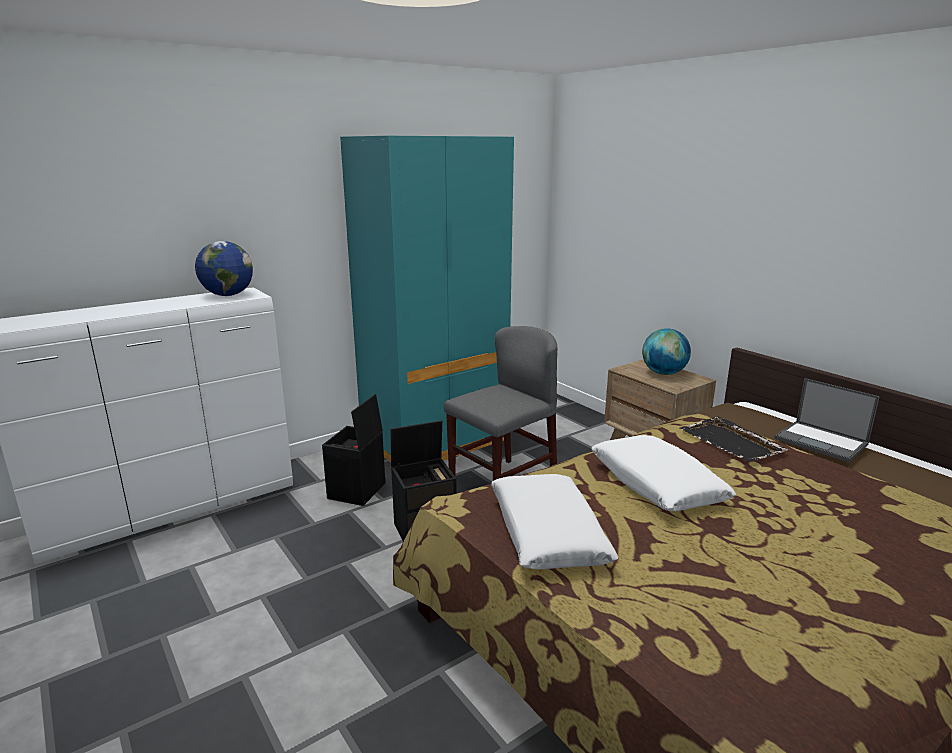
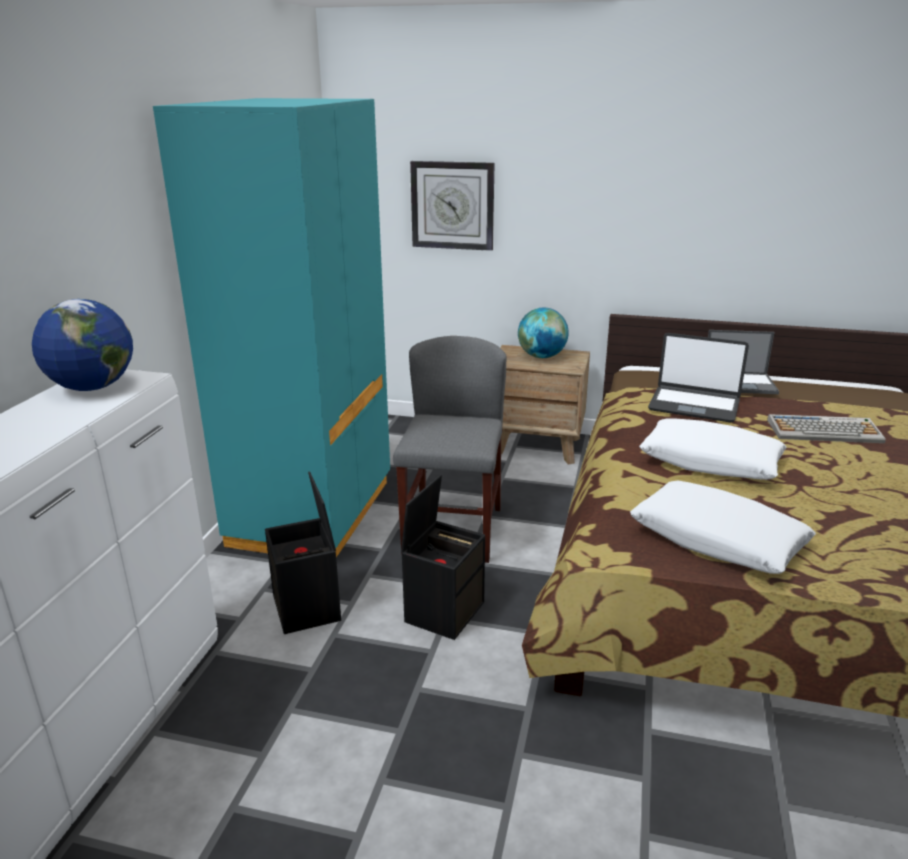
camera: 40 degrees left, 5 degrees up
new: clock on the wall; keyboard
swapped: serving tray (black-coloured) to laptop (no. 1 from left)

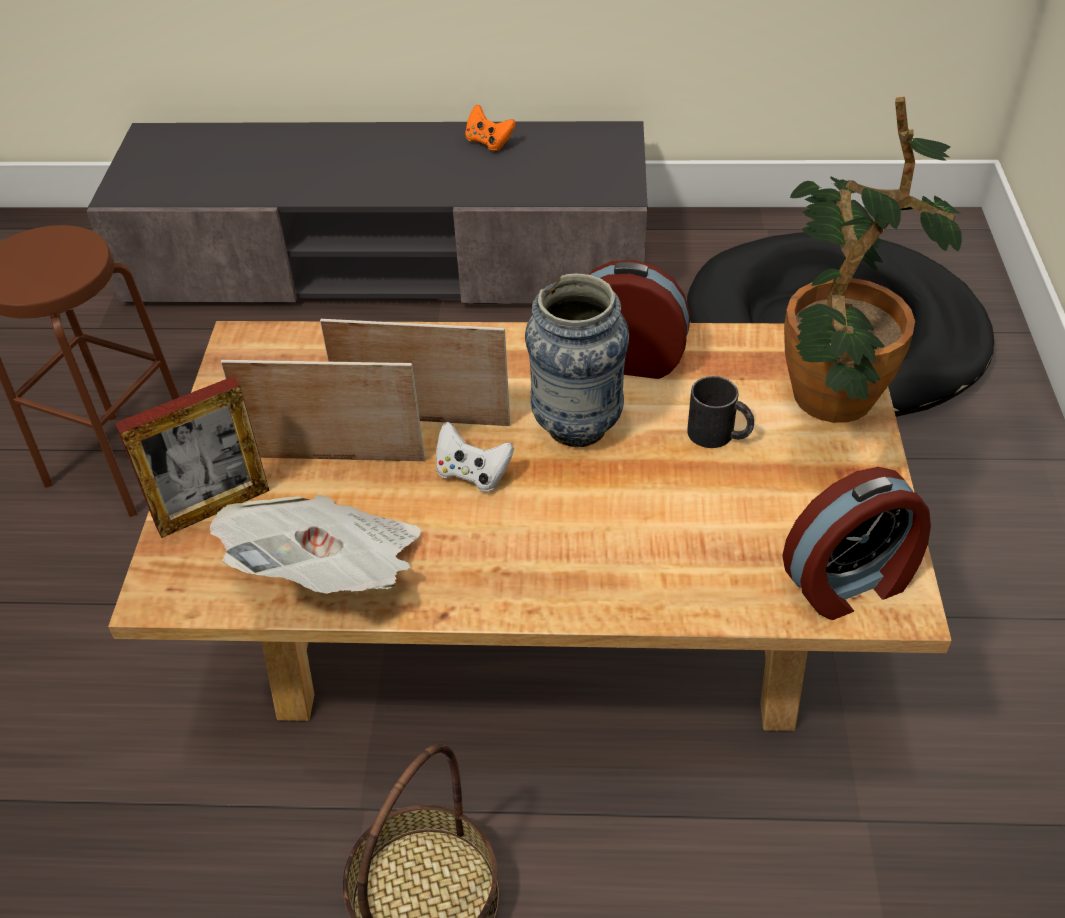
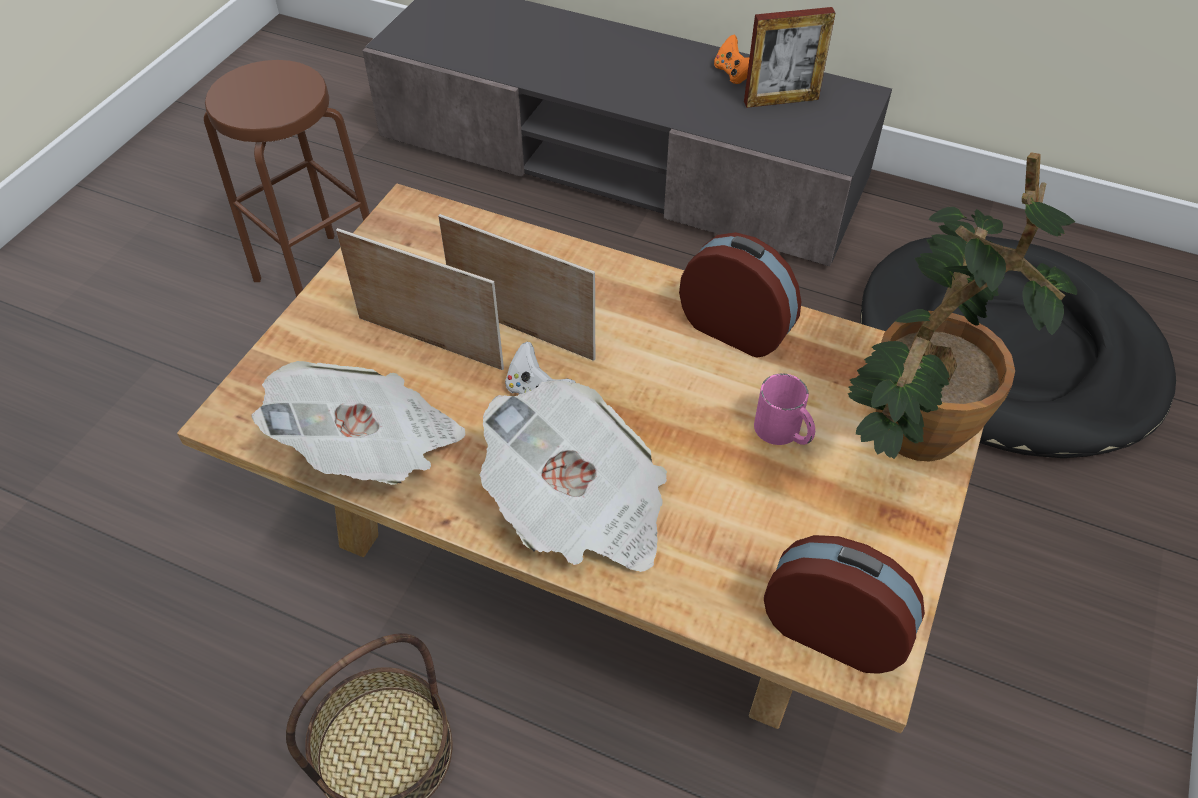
camera: 20 degrees right, 5 degrees up
gone: vase
new: printed paper (no. 2 from left)
shifted: standing frame (no. 1 from left in the first image) to standing frame (no. 3 from left)
repainted: tea mug (black-coloured) to tea mug (pinkish)
rotated: table clock (no. 2 from left) 150 degrees counterclockwise

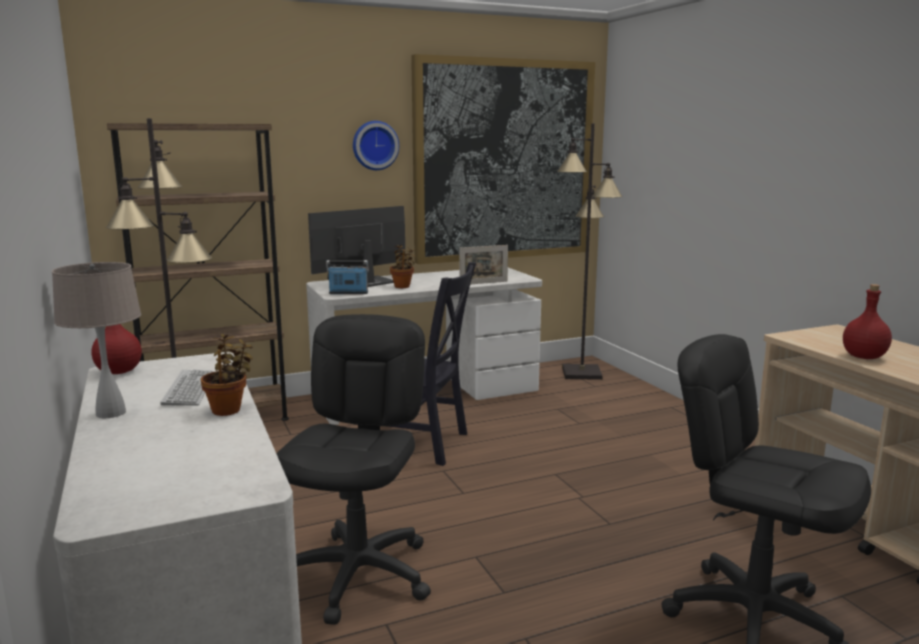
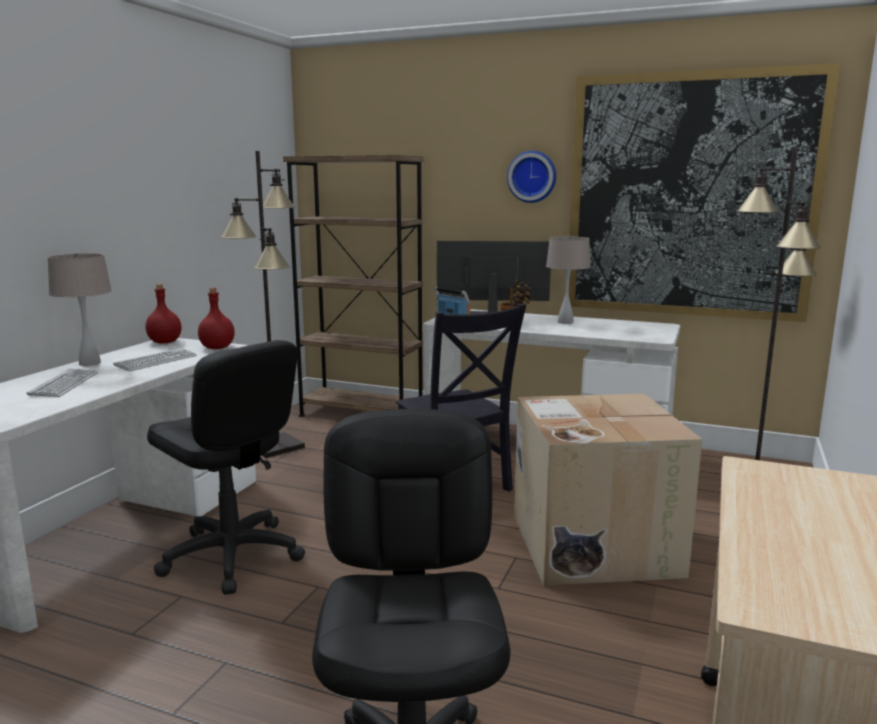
camera: 45 degrees right, 0 degrees up
gone: standing frame; plant in a pot (no. 1 from left)
new: tabletop lamp (beige) (no. 2 from left); keyboard (no. 1 from left); carton
shifted: beverage bottle (reddish) (no. 2 from left)
rotated: computer chair (black-coloured) (no. 1 from left) 75 degrees clockwise

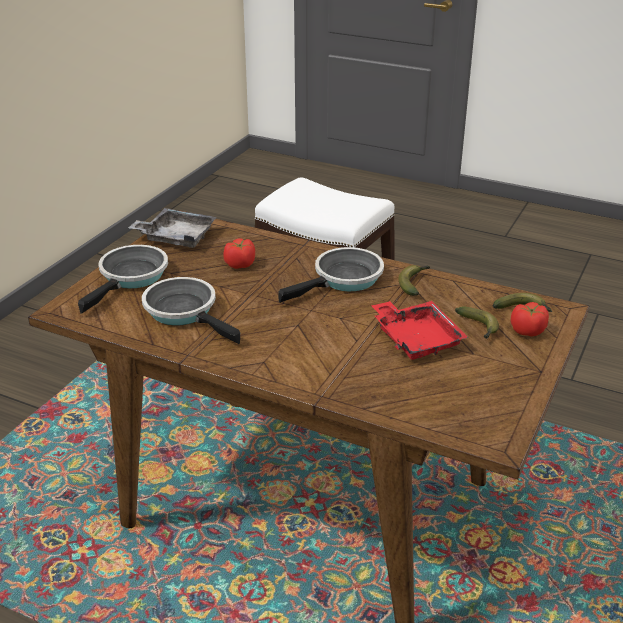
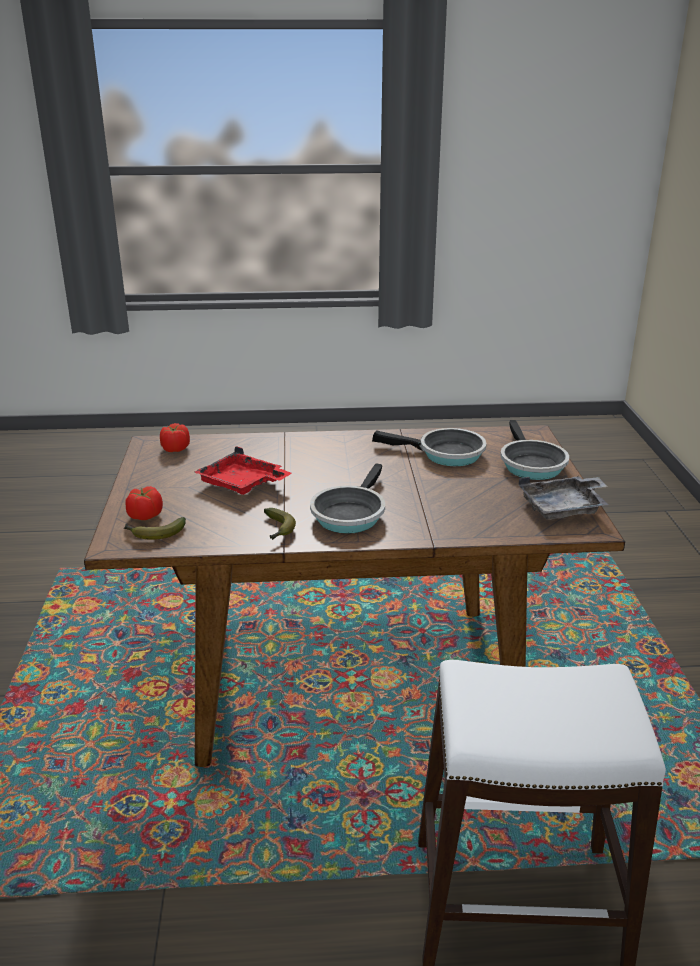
camera: 150 degrees right, 5 degrees down
gone: banana (no. 2 from left)
shifted: fresh tomato (no. 1 from left in the first image) to fresh tomato (no. 2 from left)

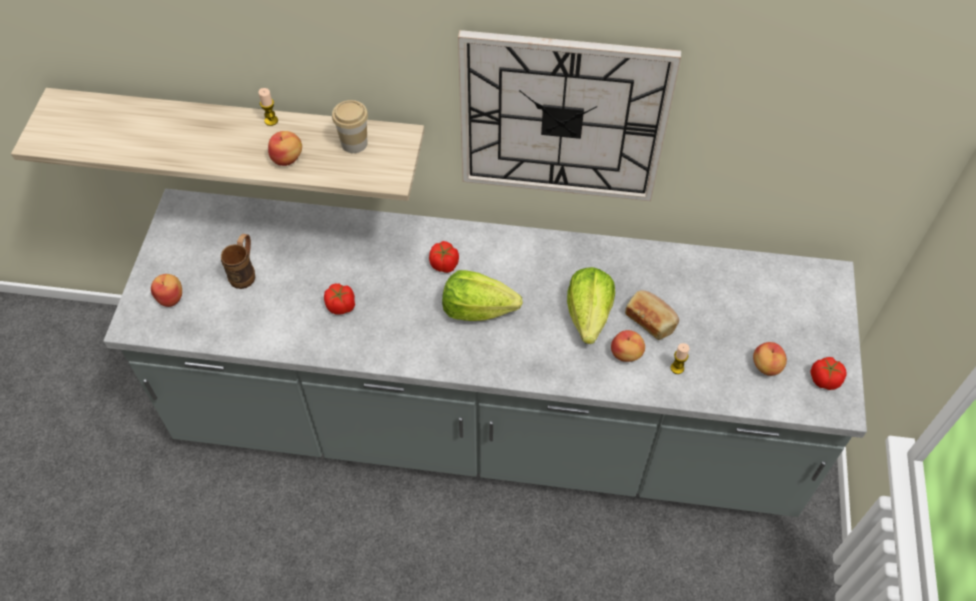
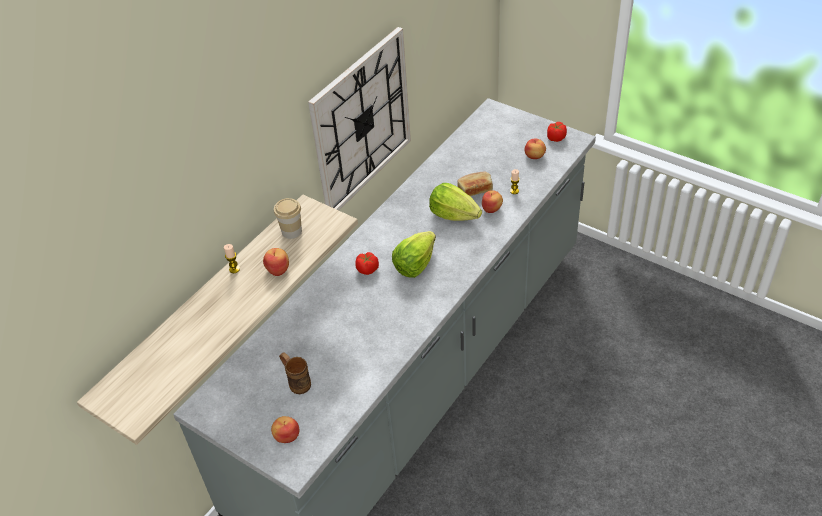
camera: 60 degrees left, 10 degrees down
gone: fresh tomato (no. 1 from left)

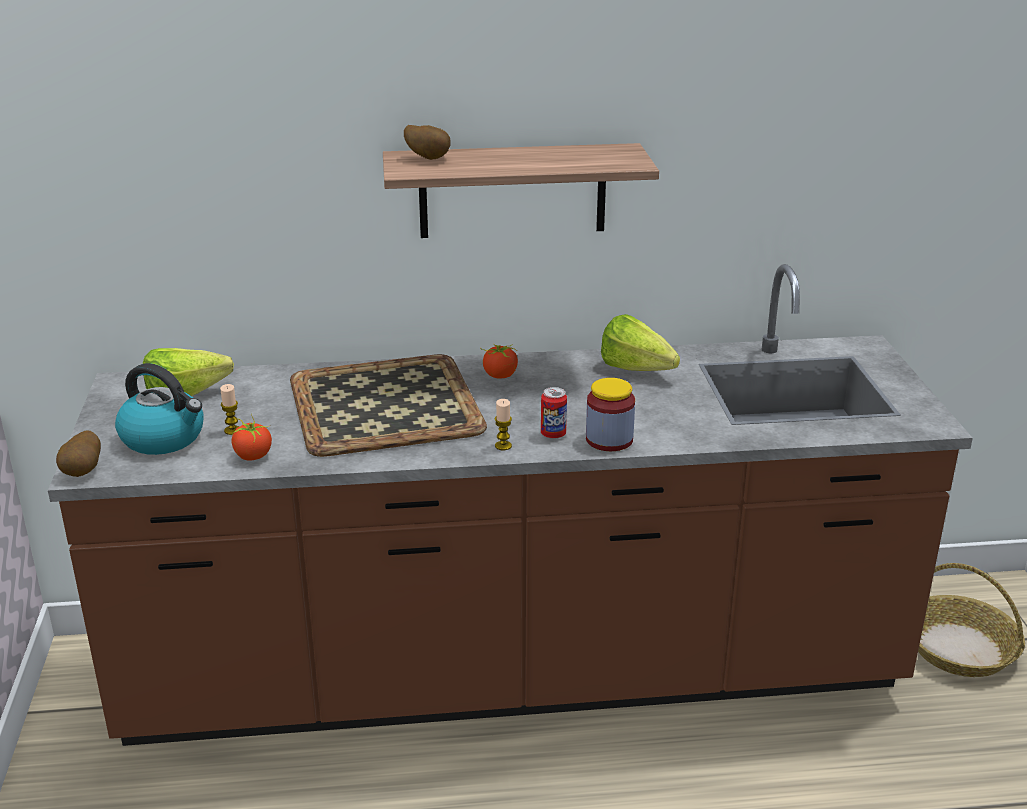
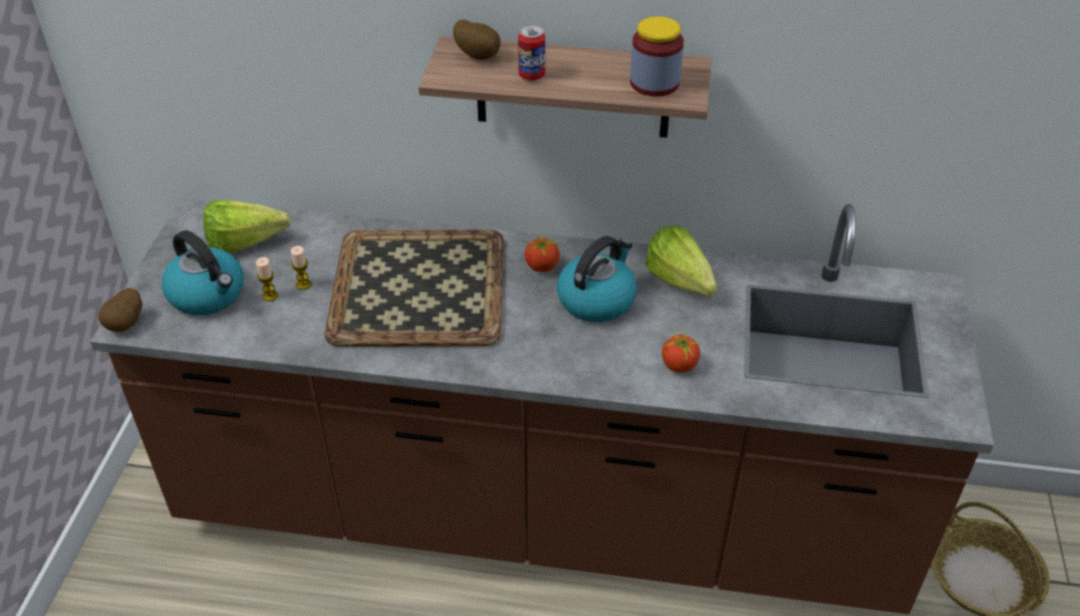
camera: 15 degrees right, 15 degrees up
new: kettle (no. 2 from left)
shifted: jar; metal can; wax light (no. 2 from left); fresh tomato (no. 1 from left in the first image) to fresh tomato (no. 2 from left)

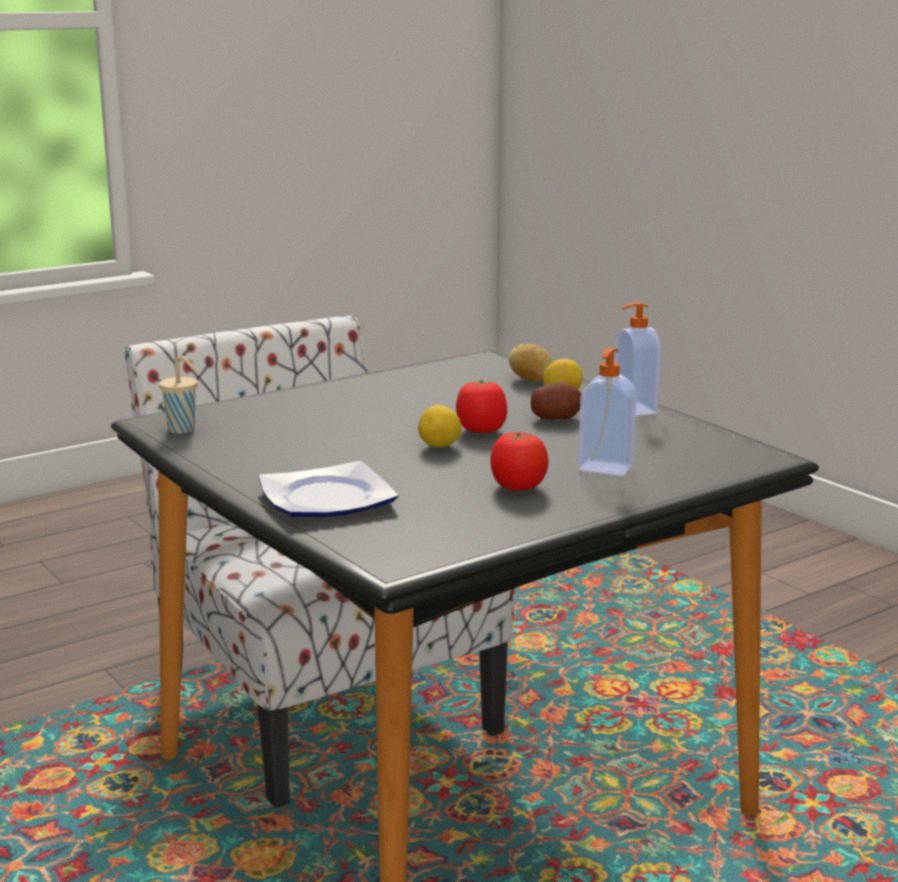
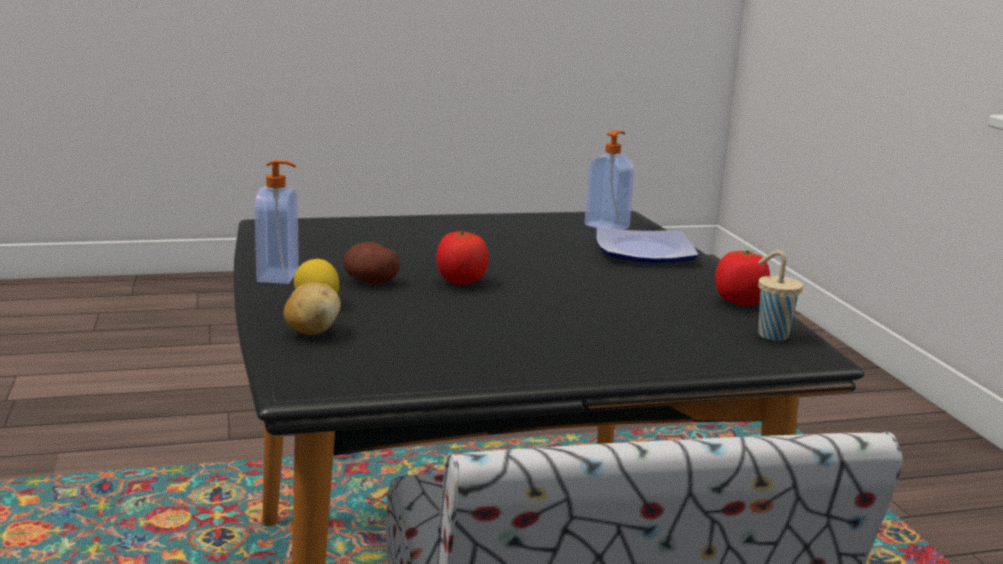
camera: 160 degrees left, 0 degrees up
gone: lemon (no. 1 from left)
shifted: soap bottle (no. 1 from left in the first image) to soap bottle (no. 2 from left); fresh tomato (no. 2 from left)

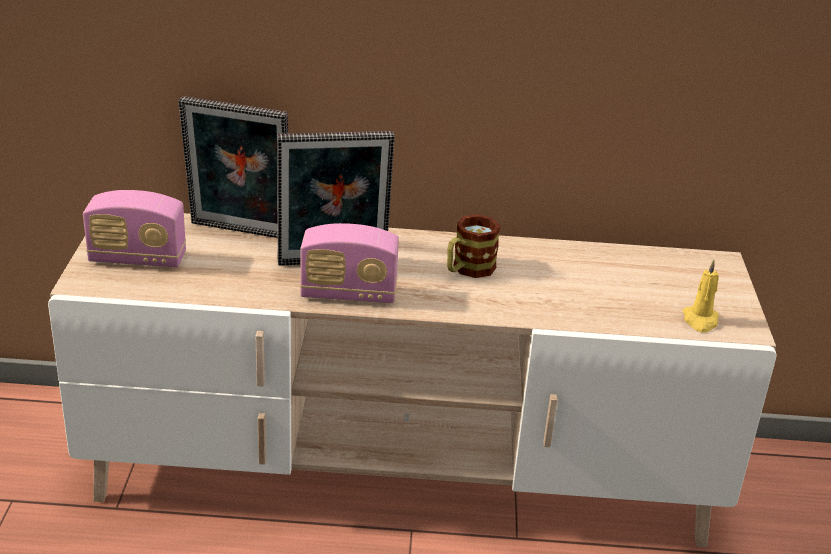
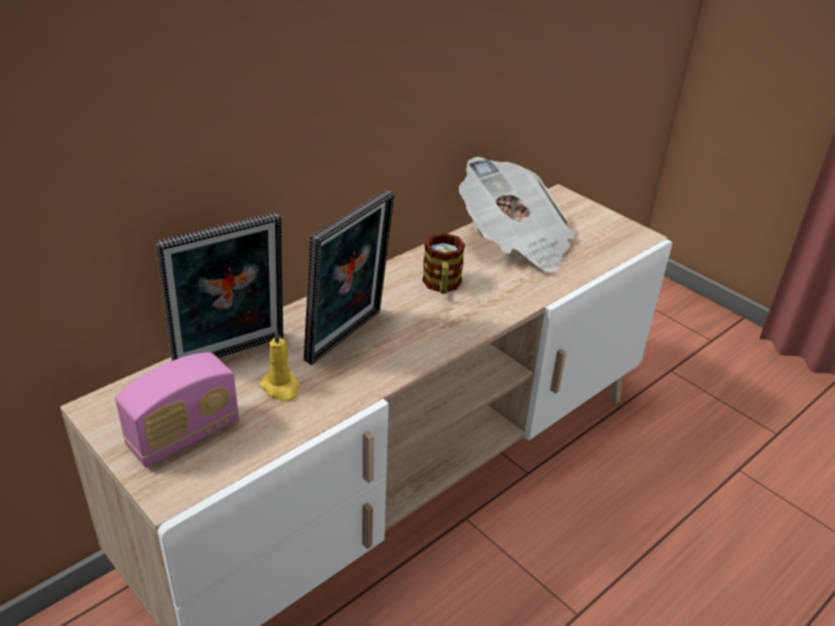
camera: 45 degrees left, 5 degrees up
gone: radio receiver (no. 2 from left)
new: printed paper
shifted: wax light (yellow-coloured)

